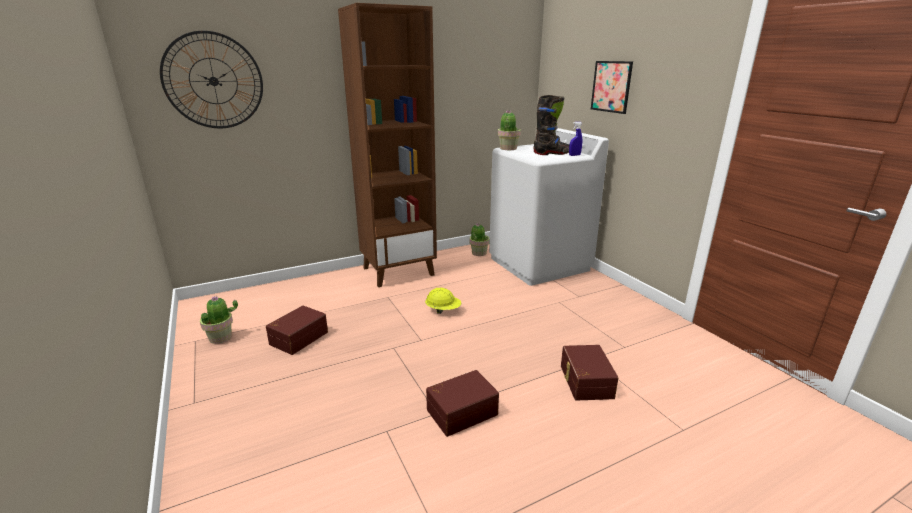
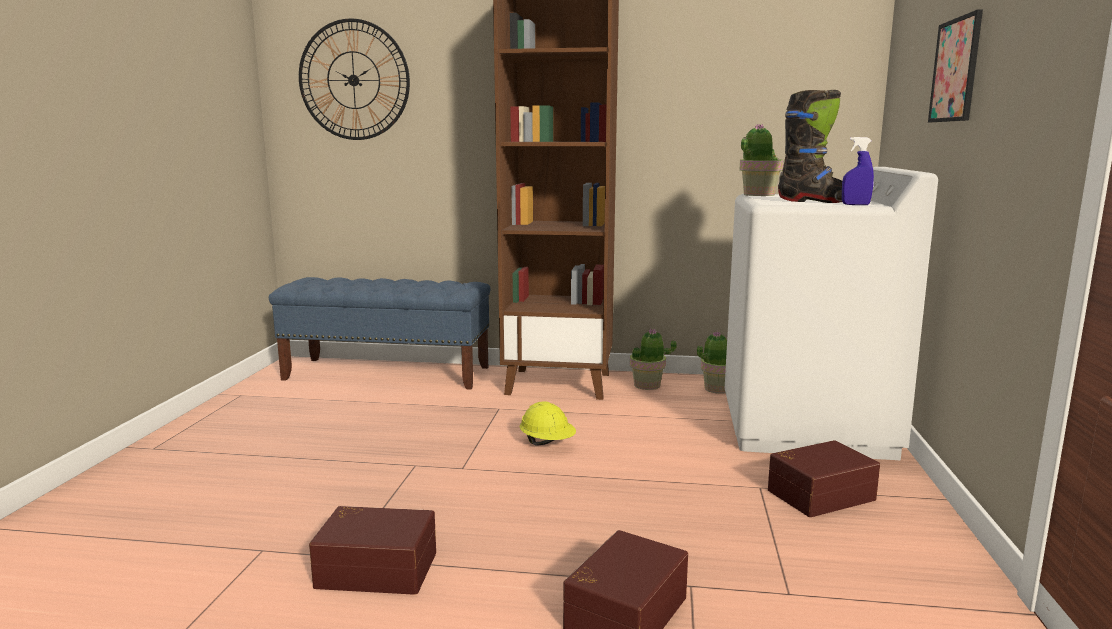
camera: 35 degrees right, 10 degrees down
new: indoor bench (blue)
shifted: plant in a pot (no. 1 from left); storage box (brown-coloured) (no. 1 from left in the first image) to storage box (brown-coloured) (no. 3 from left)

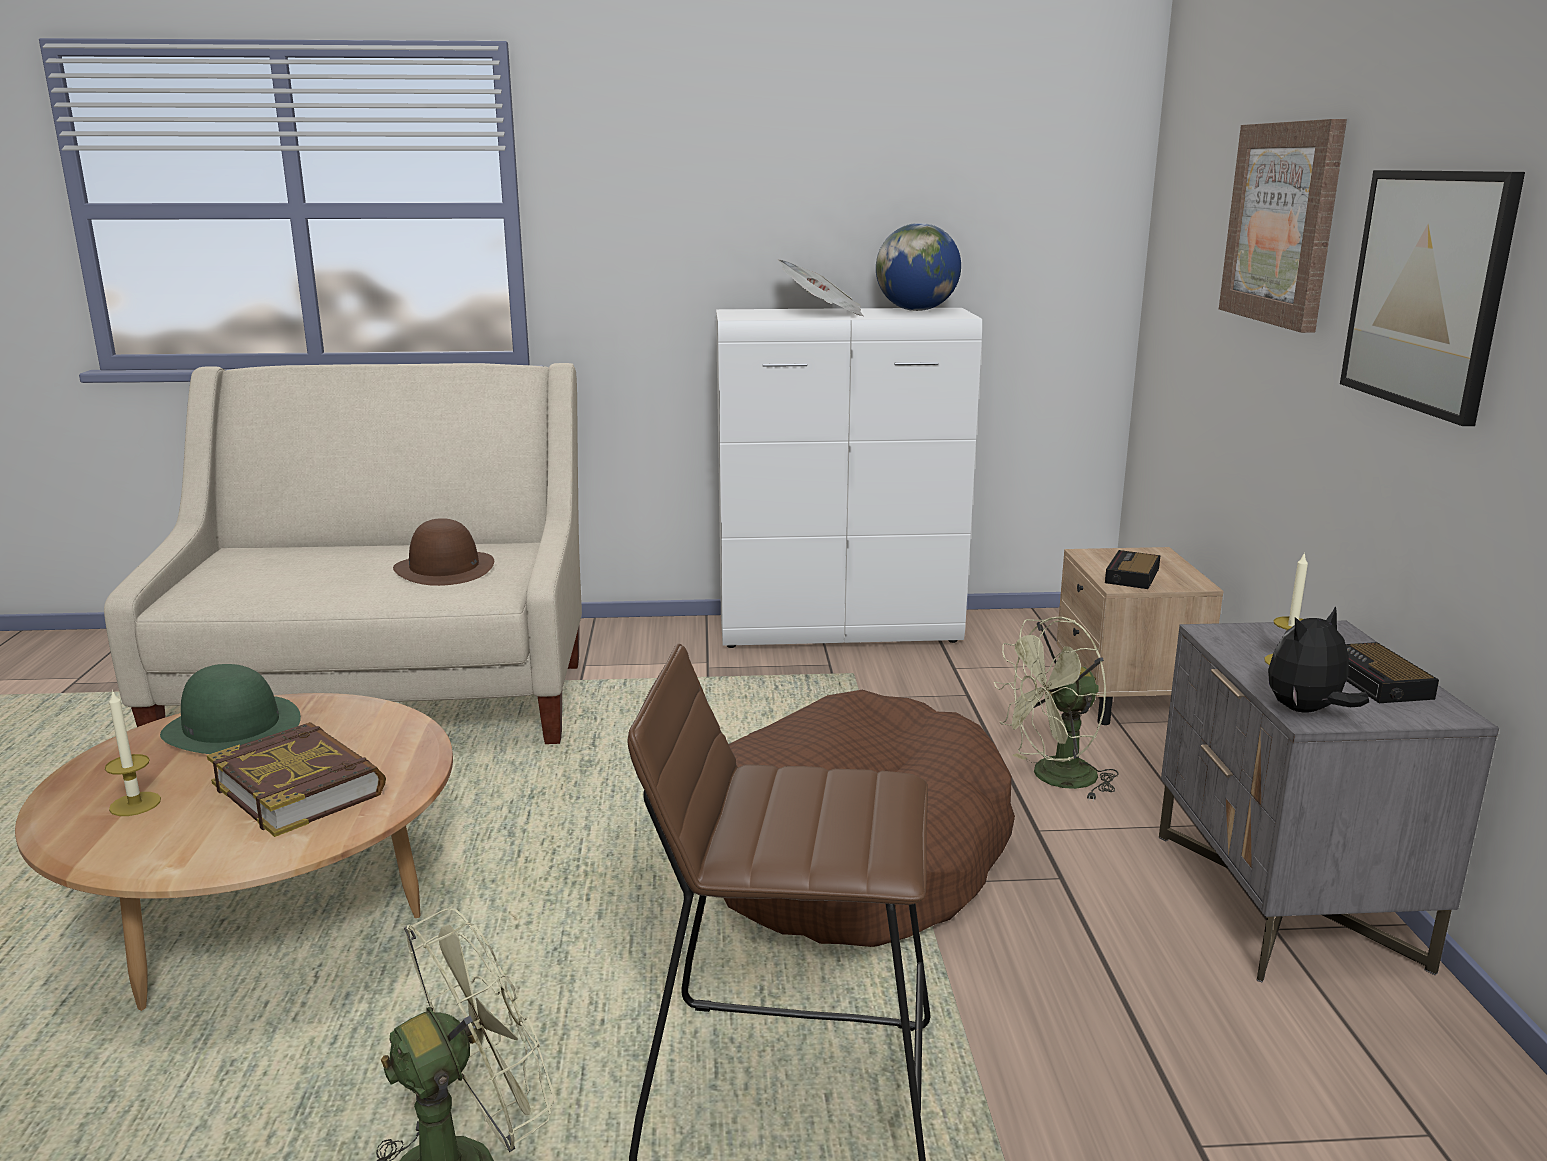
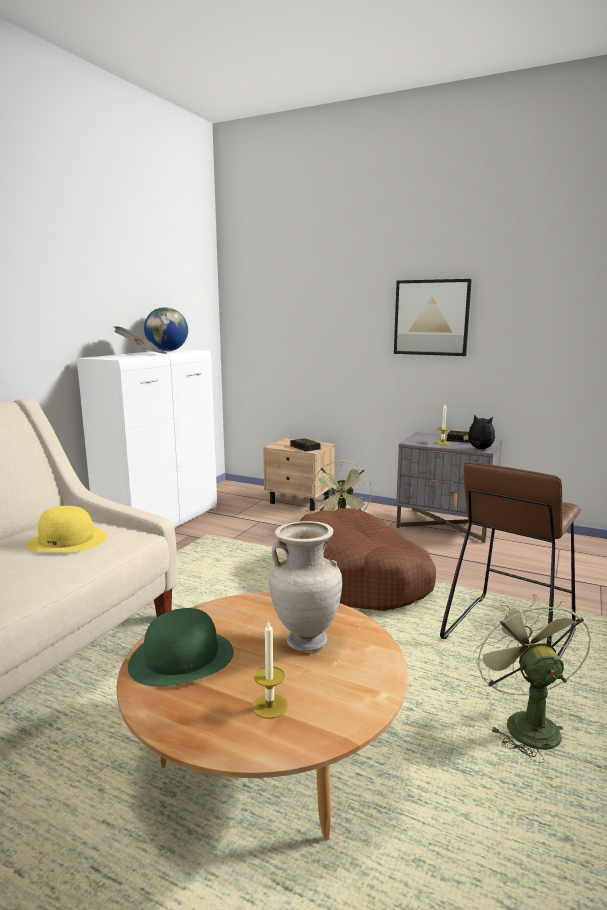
camera: 60 degrees left, 5 degrees down
gone: picture (no. 1 from left)
swapped: bound book to vase (beige)
repainted: clothing hat (brown-coloured) to clothing hat (yellow-coloured)
rotated: plush toy 135 degrees clockwise

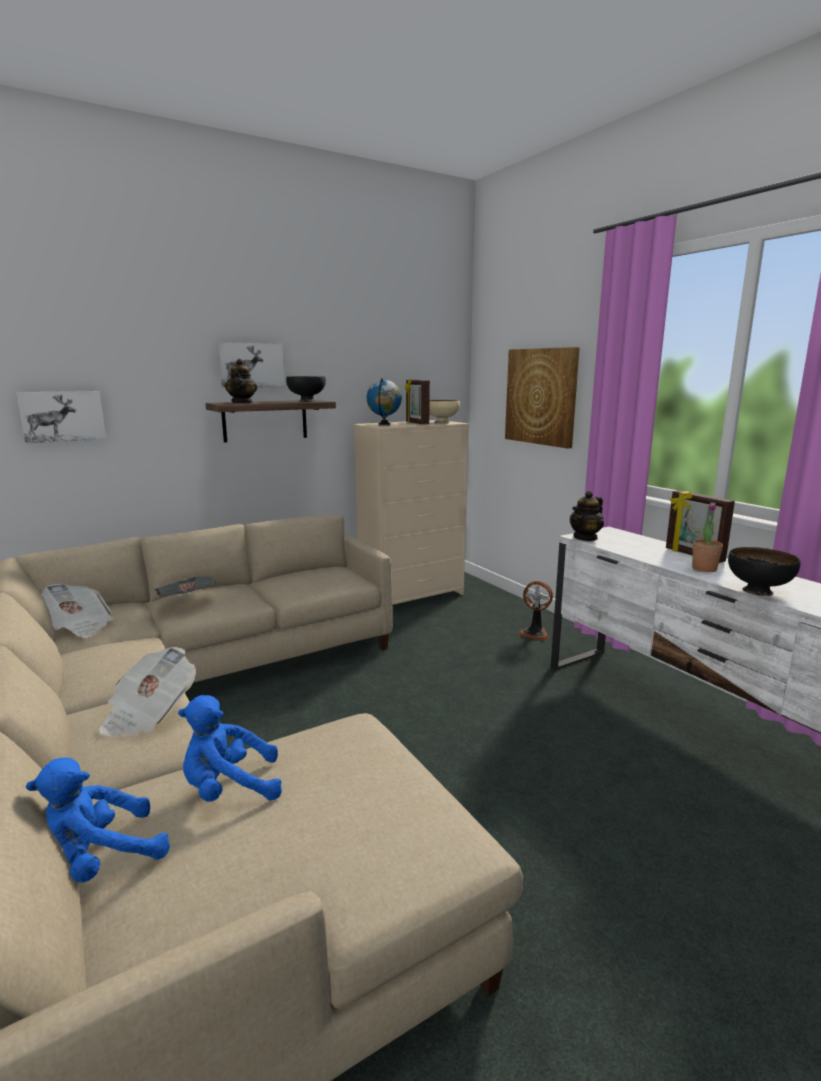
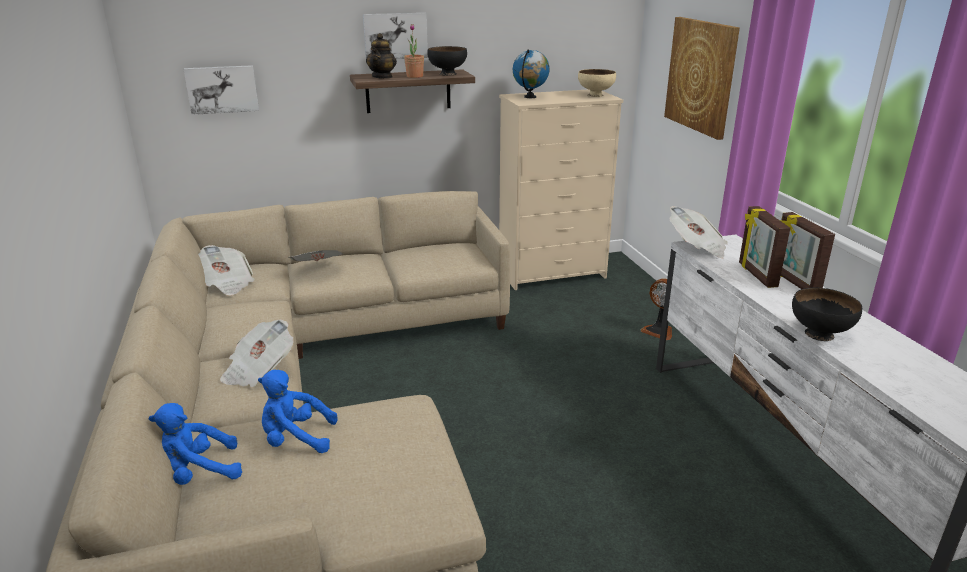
camera: 15 degrees right, 10 degrees up
shifted: standing frame (no. 1 from left); plant in a pot
swapped: teapot (no. 2 from left) to printed paper (no. 4 from left)

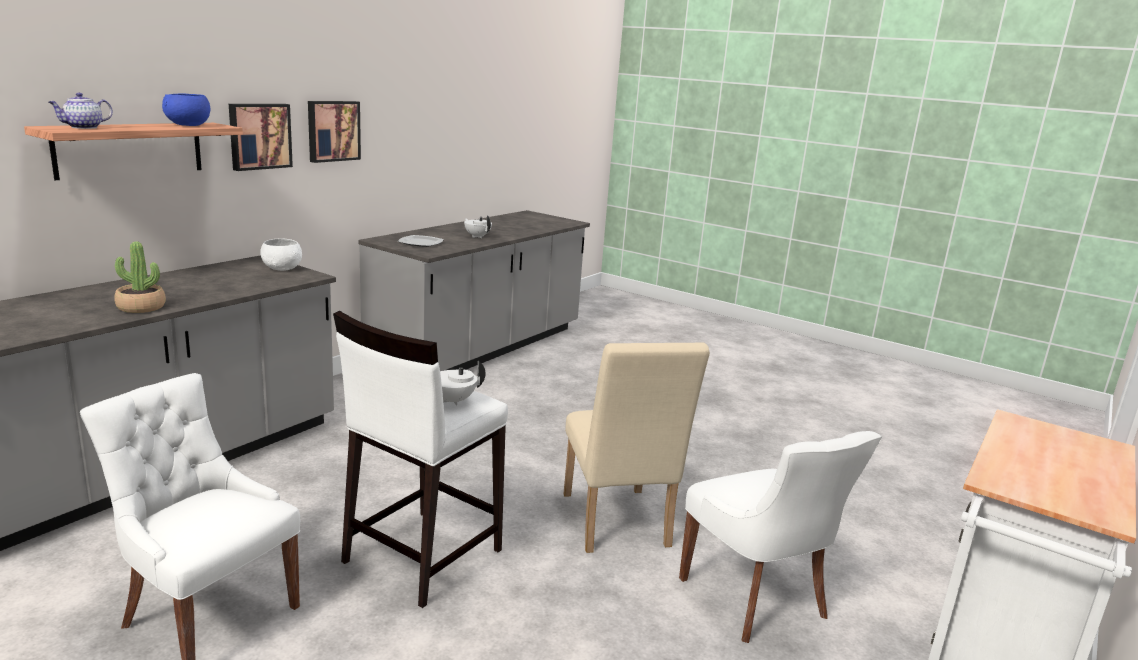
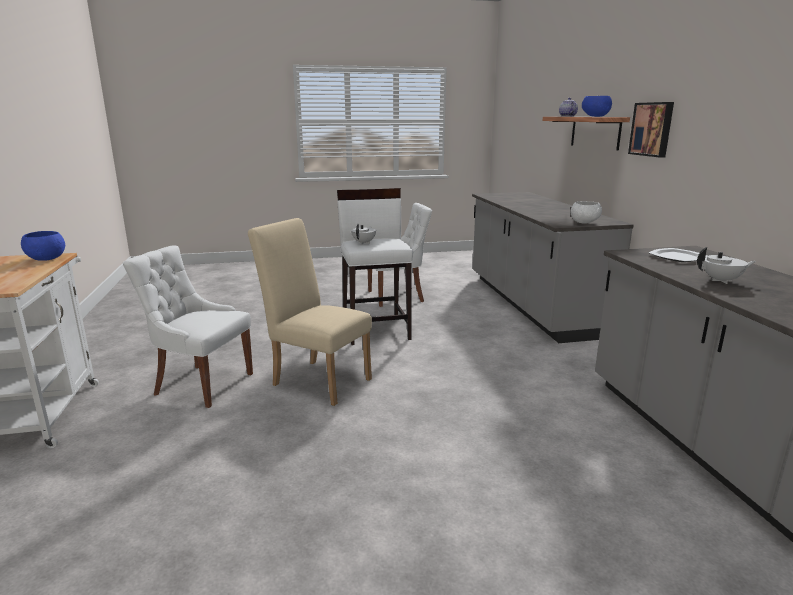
camera: 135 degrees right, 0 degrees up
gone: picture (no. 2 from left); plant in a pot
new: bowl (blue) (no. 1 from left)

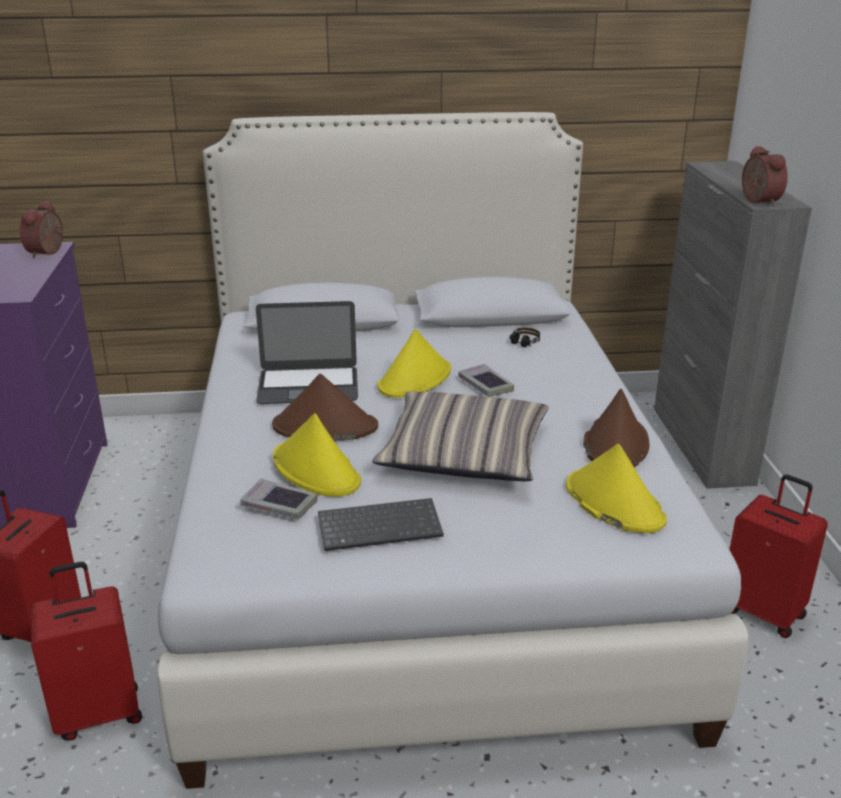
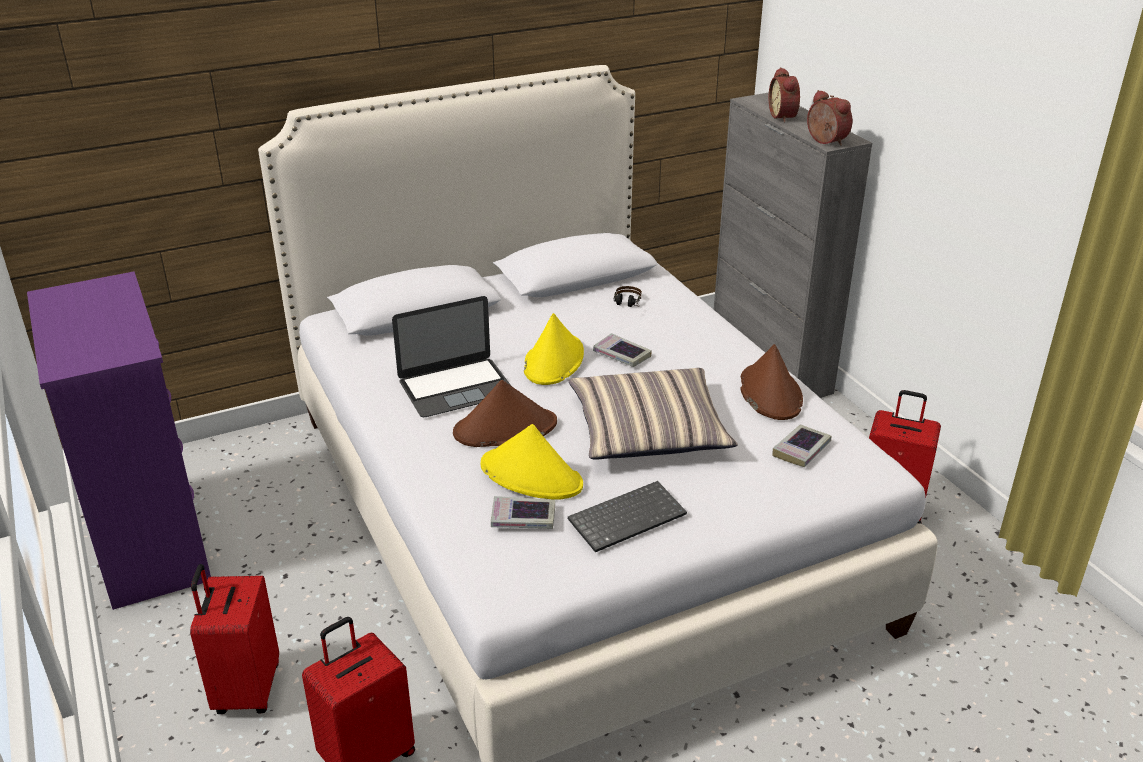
camera: 20 degrees left, 5 degrees up
shifted: table clock (no. 1 from left)
swapped: clothing hat (yellow-coloured) (no. 3 from left) to bound book (no. 3 from left)

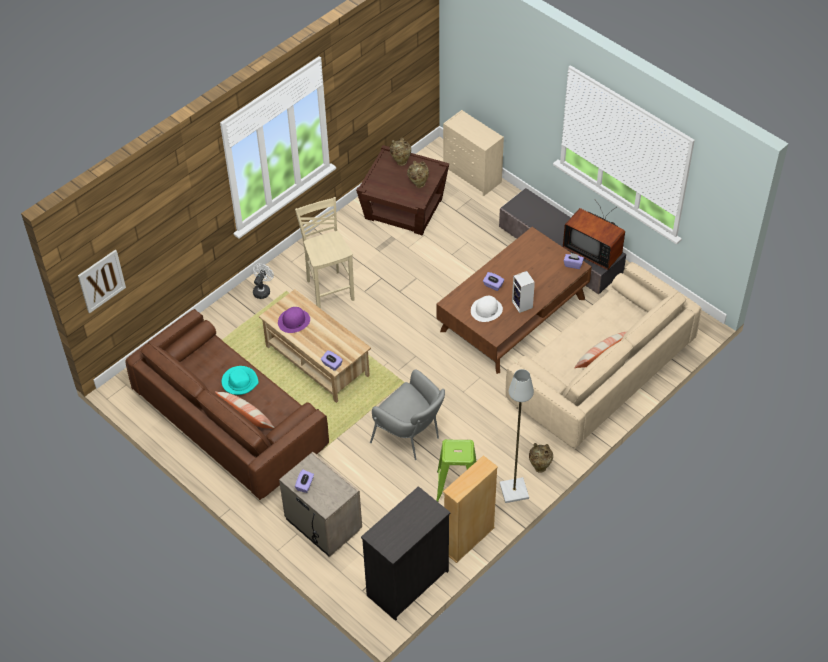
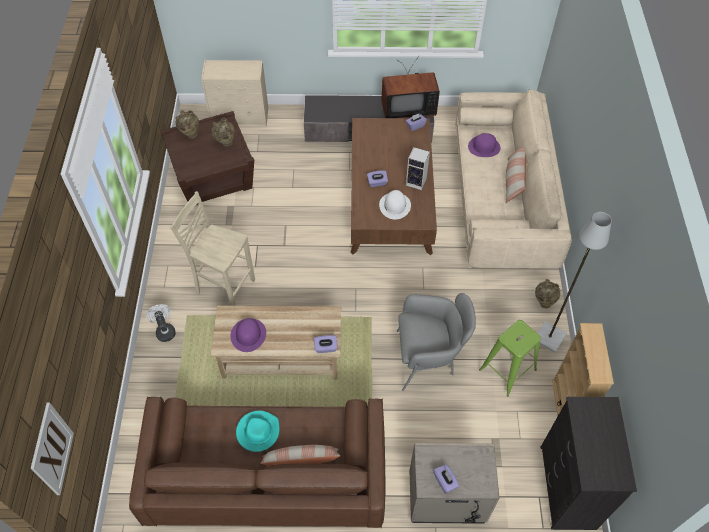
camera: 45 degrees left, 5 degrees up
new: clothing hat (purple-coloured) (no. 2 from left)

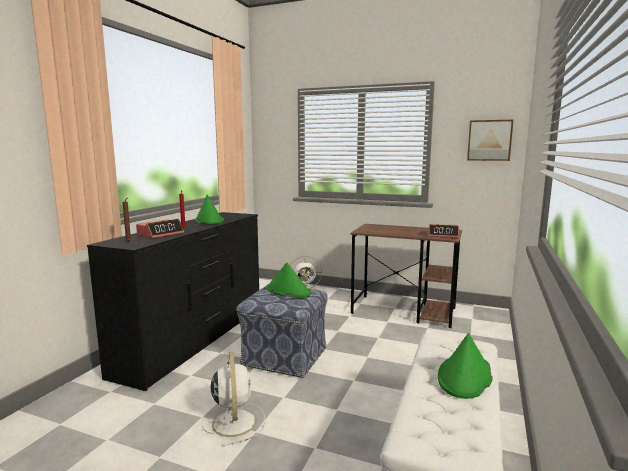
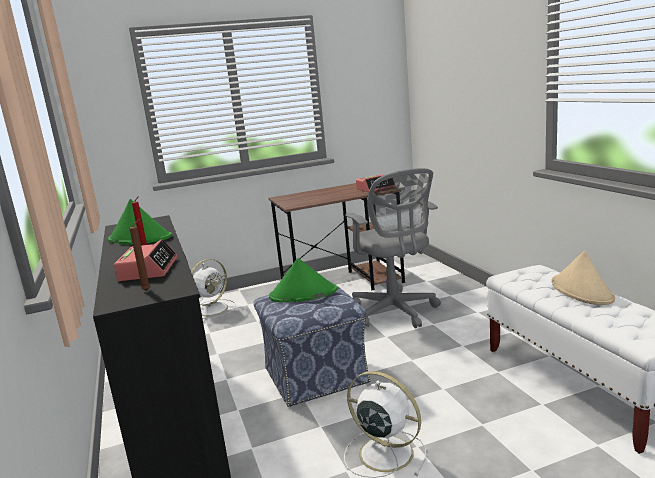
camera: 40 degrees left, 5 degrees up
gone: picture
new: computer chair (gray)
repainted: clothing hat (green) (no. 3 from left) to clothing hat (beige)

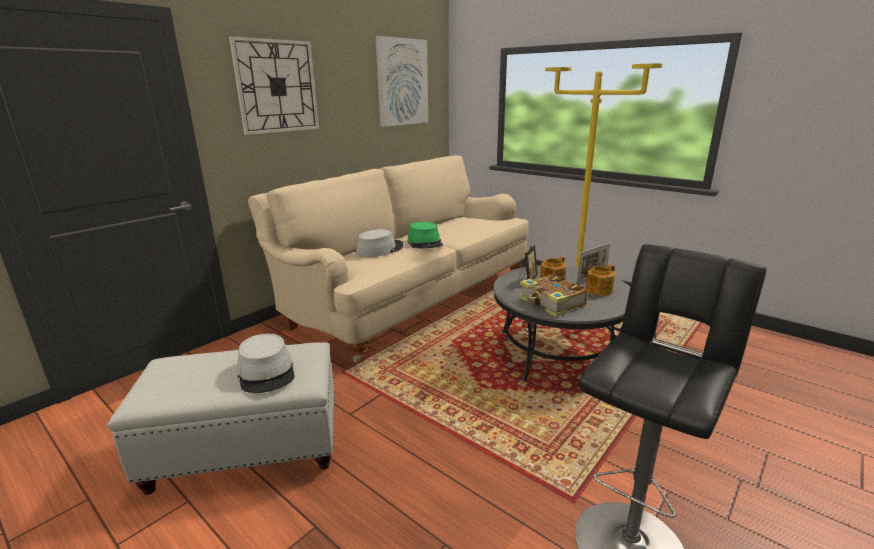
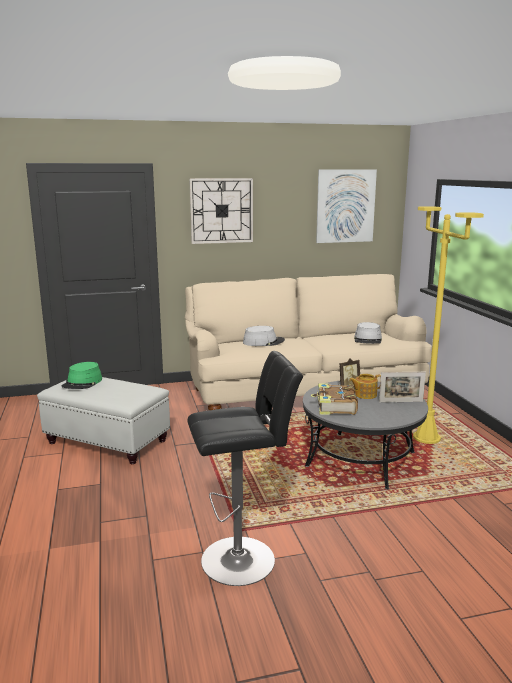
camera: 35 degrees right, 5 degrees down
gone: teapot (no. 2 from left)
shifted: clothing hat (green); clothing hat (gray) (no. 1 from left in the first image) to clothing hat (gray) (no. 2 from left)

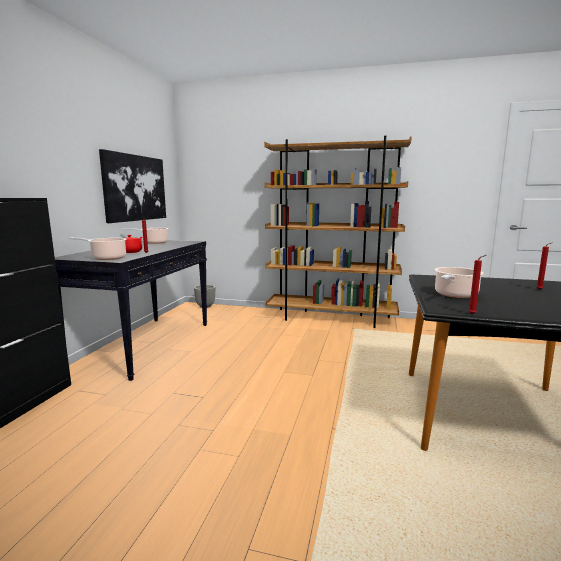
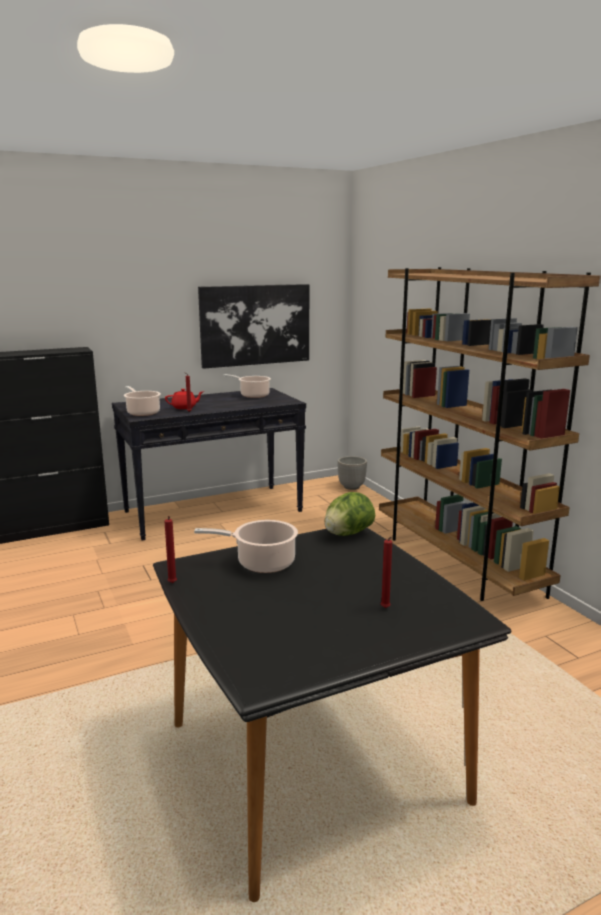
camera: 50 degrees right, 5 degrees up
new: lettuce head

